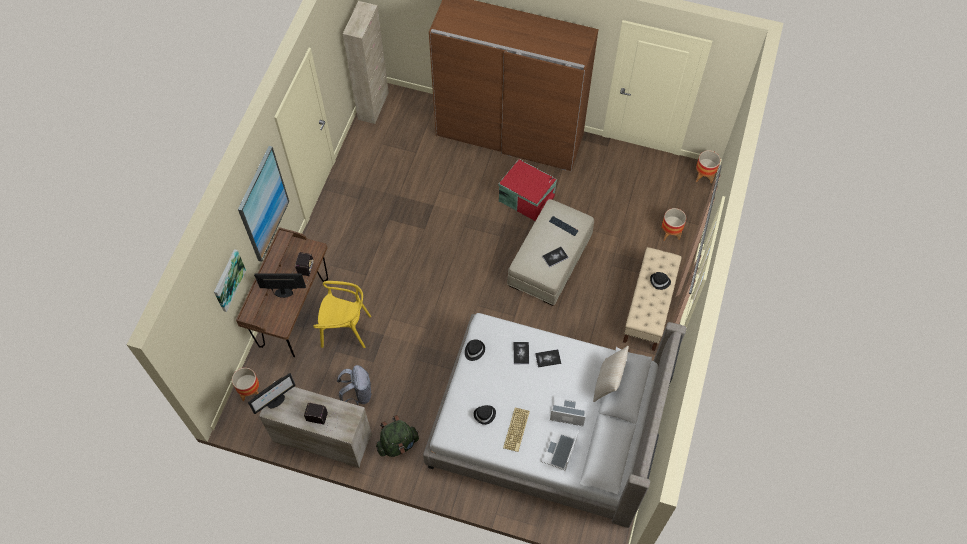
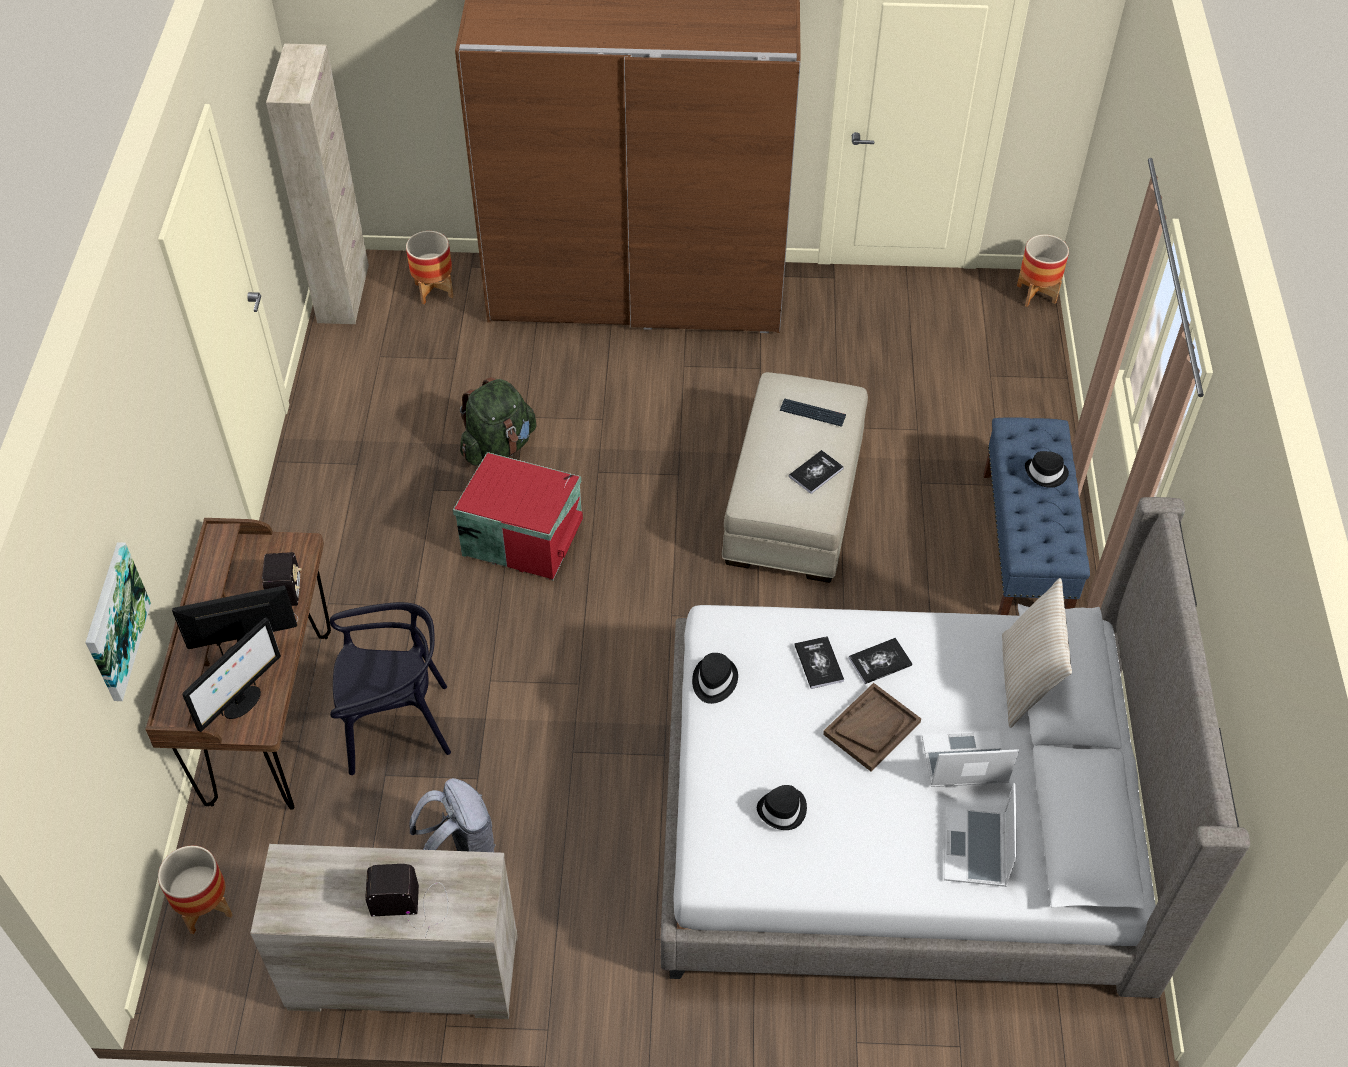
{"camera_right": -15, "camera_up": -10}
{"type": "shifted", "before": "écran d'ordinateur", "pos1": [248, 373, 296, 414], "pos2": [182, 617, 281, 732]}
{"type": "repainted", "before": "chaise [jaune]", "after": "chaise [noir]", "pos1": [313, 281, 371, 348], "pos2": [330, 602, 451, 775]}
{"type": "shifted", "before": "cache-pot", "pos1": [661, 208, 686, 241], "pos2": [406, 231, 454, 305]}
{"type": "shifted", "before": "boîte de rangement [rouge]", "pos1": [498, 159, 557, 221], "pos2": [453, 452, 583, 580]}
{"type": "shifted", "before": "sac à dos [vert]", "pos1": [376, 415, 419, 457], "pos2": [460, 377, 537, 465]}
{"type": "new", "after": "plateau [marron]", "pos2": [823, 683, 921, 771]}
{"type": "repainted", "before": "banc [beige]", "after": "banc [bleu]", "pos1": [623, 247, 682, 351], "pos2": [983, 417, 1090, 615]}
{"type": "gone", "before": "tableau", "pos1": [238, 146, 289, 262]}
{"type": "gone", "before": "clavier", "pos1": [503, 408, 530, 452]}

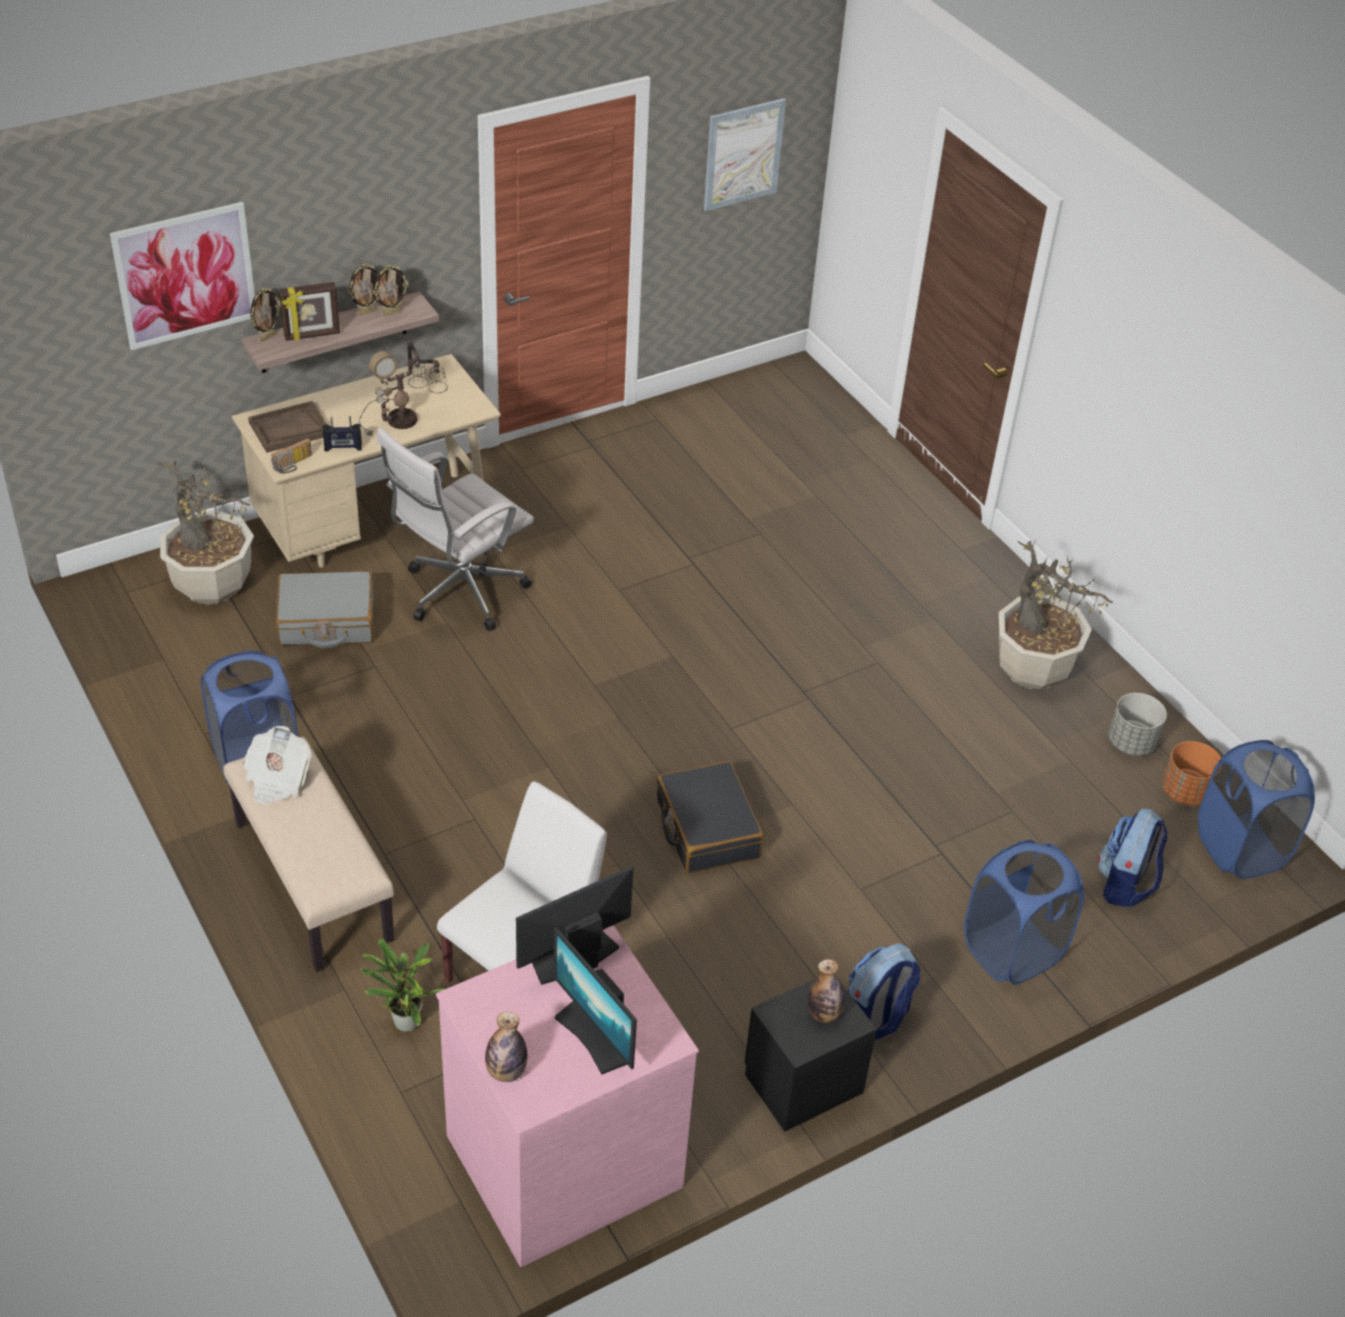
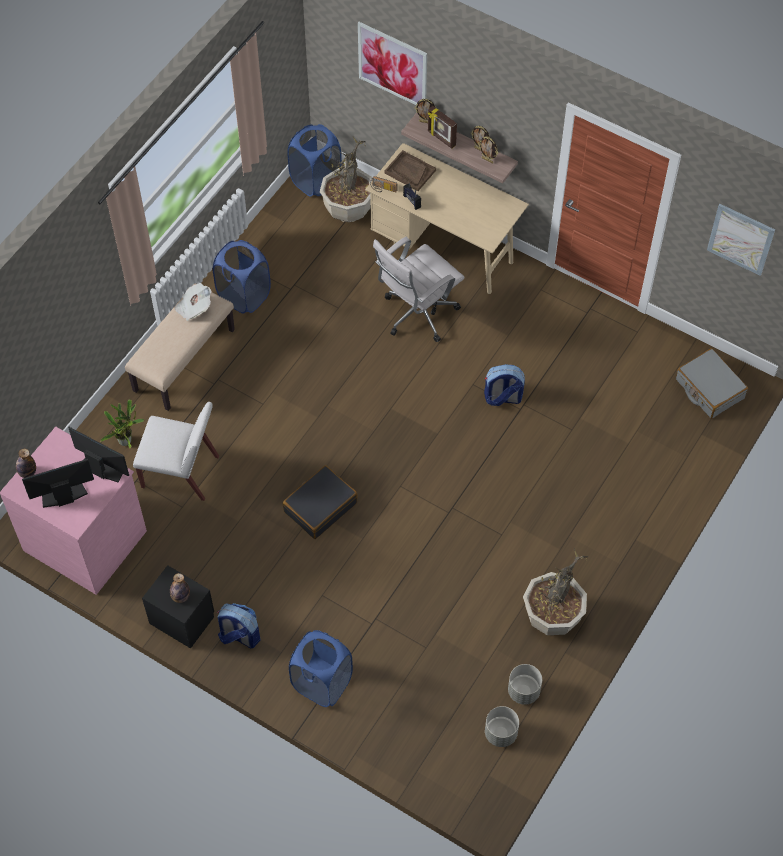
{"camera_right": 65, "camera_up": 15}
{"type": "rotated", "before": "écran d'ordinateur", "pos1": [553, 927, 637, 1074], "pos2": [22, 459, 94, 508], "turn": 45}
{"type": "shifted", "before": "panier à linge [bleu]", "pos1": [1198, 740, 1315, 879], "pos2": [287, 124, 342, 197]}
{"type": "rotated", "before": "chaise de bureau [blanc]", "pos1": [377, 427, 534, 631], "pos2": [373, 237, 464, 342], "turn": -60}
{"type": "shifted", "before": "sac à dos", "pos1": [1098, 808, 1168, 907], "pos2": [484, 364, 525, 406]}
{"type": "repainted", "before": "cache-pot [orange]", "after": "cache-pot [gris]", "pos1": [1162, 741, 1221, 806], "pos2": [485, 706, 519, 747]}
{"type": "shifted", "before": "valise [gris]", "pos1": [276, 571, 374, 648], "pos2": [676, 348, 748, 419]}
{"type": "gone", "before": "lampe de table", "pos1": [359, 340, 448, 436]}

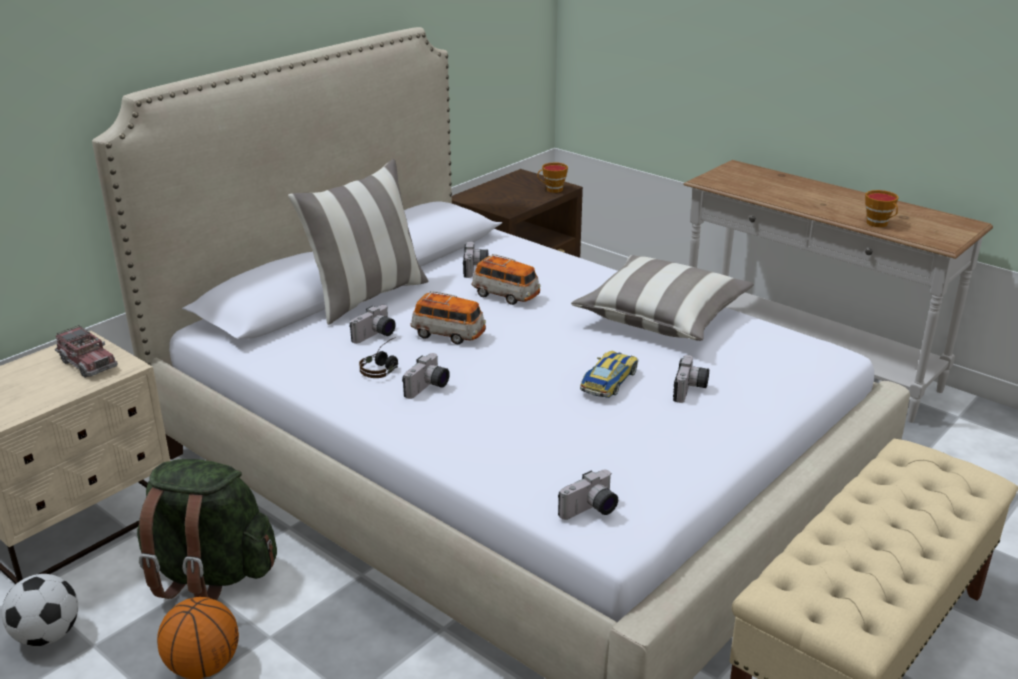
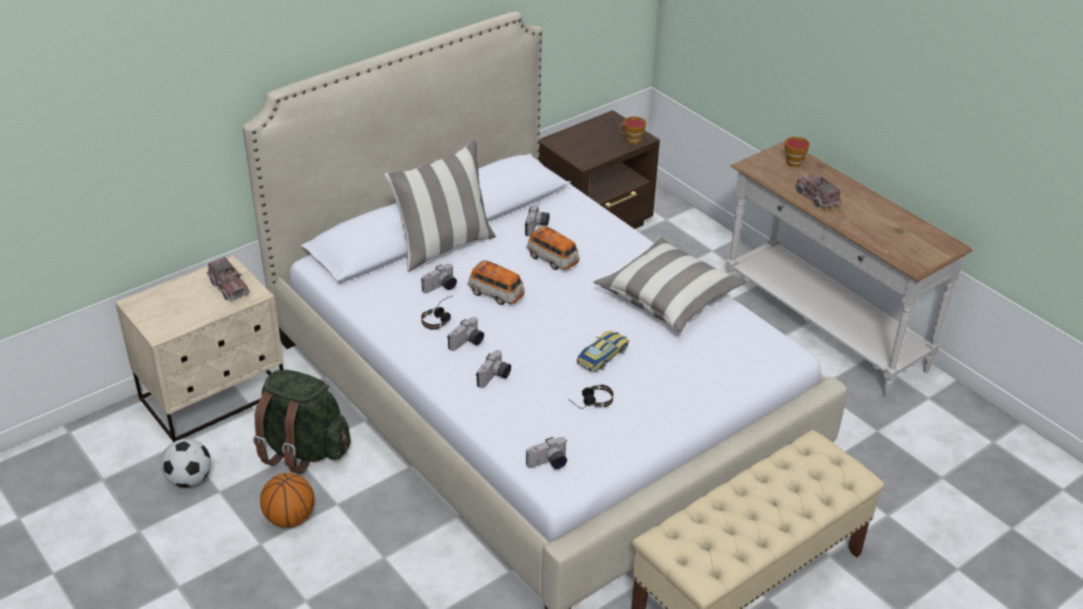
{"camera_right": 10, "camera_up": 10}
{"type": "shifted", "before": "appareil photo", "pos1": [673, 355, 709, 403], "pos2": [476, 350, 511, 388]}
{"type": "new", "after": "casque audio", "pos2": [568, 385, 613, 409]}
{"type": "shifted", "before": "tasse", "pos1": [865, 190, 899, 227], "pos2": [785, 137, 810, 167]}
{"type": "new", "after": "camion jouet", "pos2": [795, 174, 842, 208]}

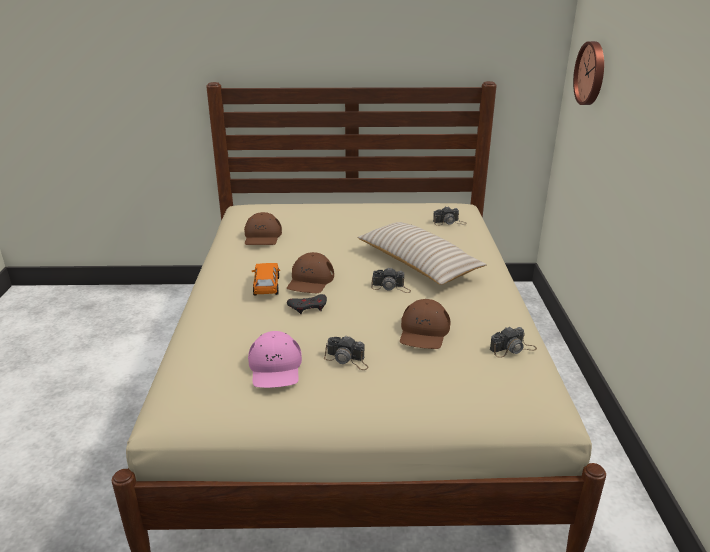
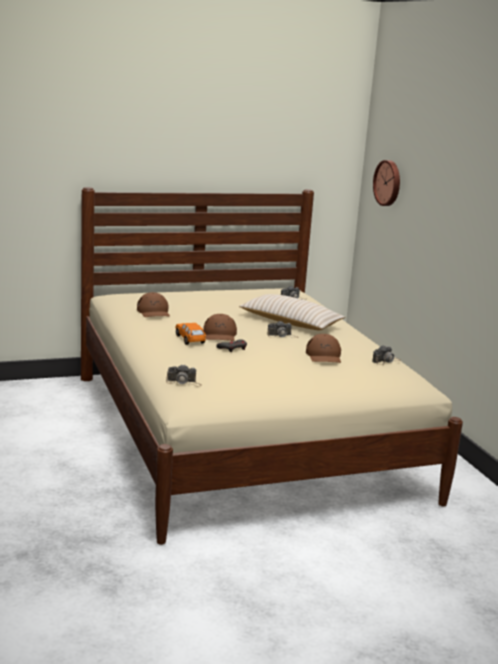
{"camera_right": -20, "camera_up": -10}
{"type": "shifted", "before": "appareil photo", "pos1": [324, 336, 368, 370], "pos2": [166, 365, 202, 386]}
{"type": "gone", "before": "casquette [rose]", "pos1": [248, 331, 302, 388]}

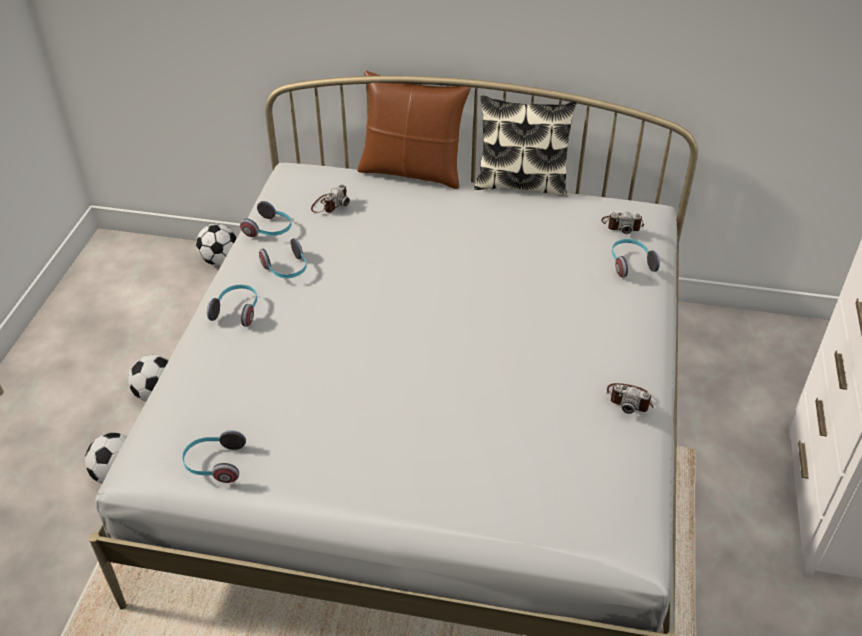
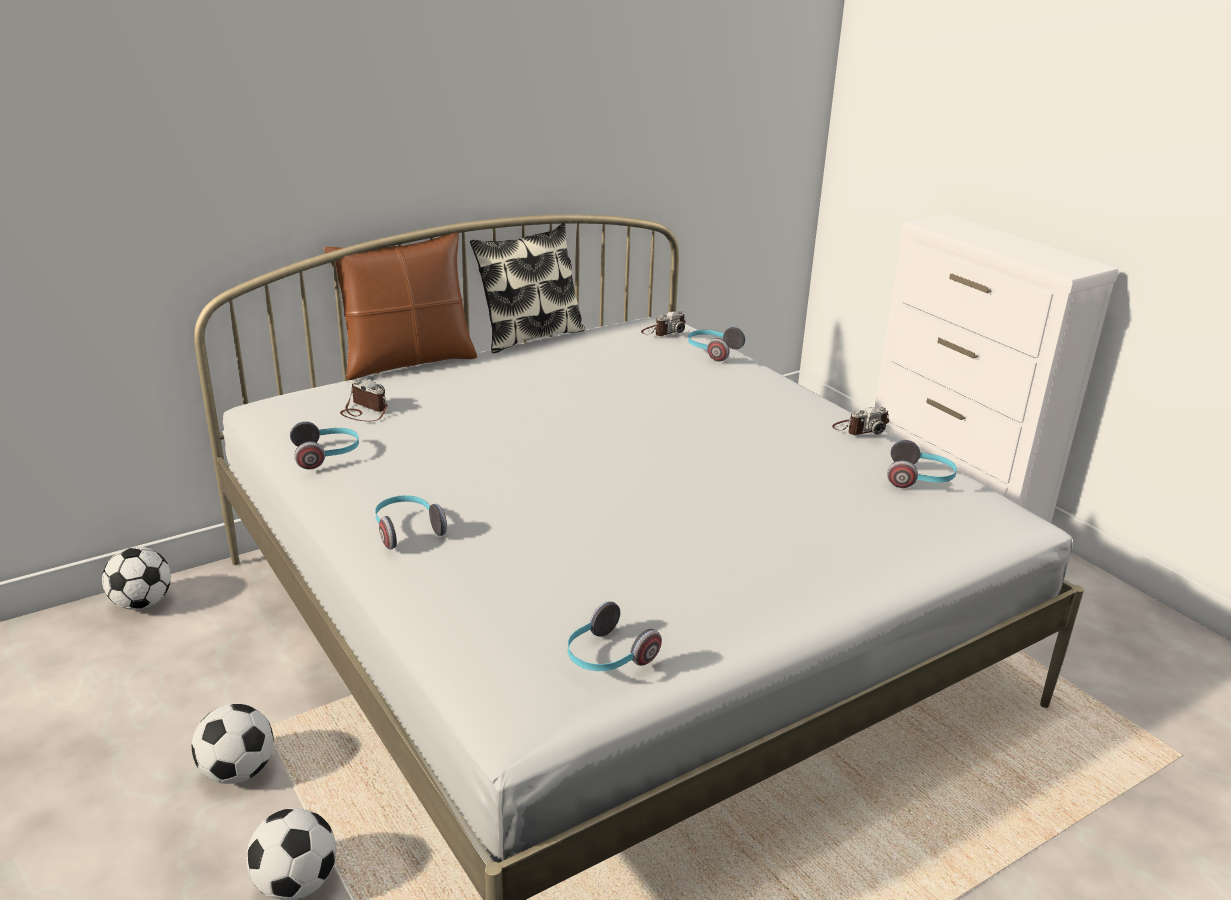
{"camera_right": -45, "camera_up": -15}
{"type": "rotated", "before": "appareil photo", "pos1": [311, 184, 350, 213], "pos2": [340, 379, 388, 421], "turn": -45}
{"type": "shifted", "before": "casque audio", "pos1": [259, 238, 307, 278], "pos2": [887, 440, 957, 488]}

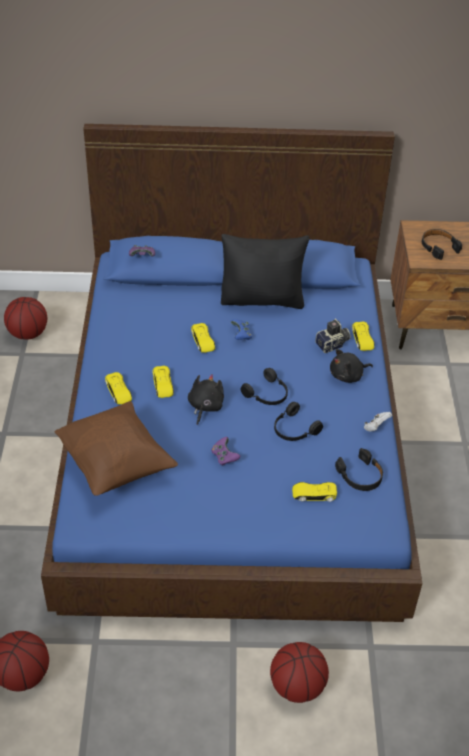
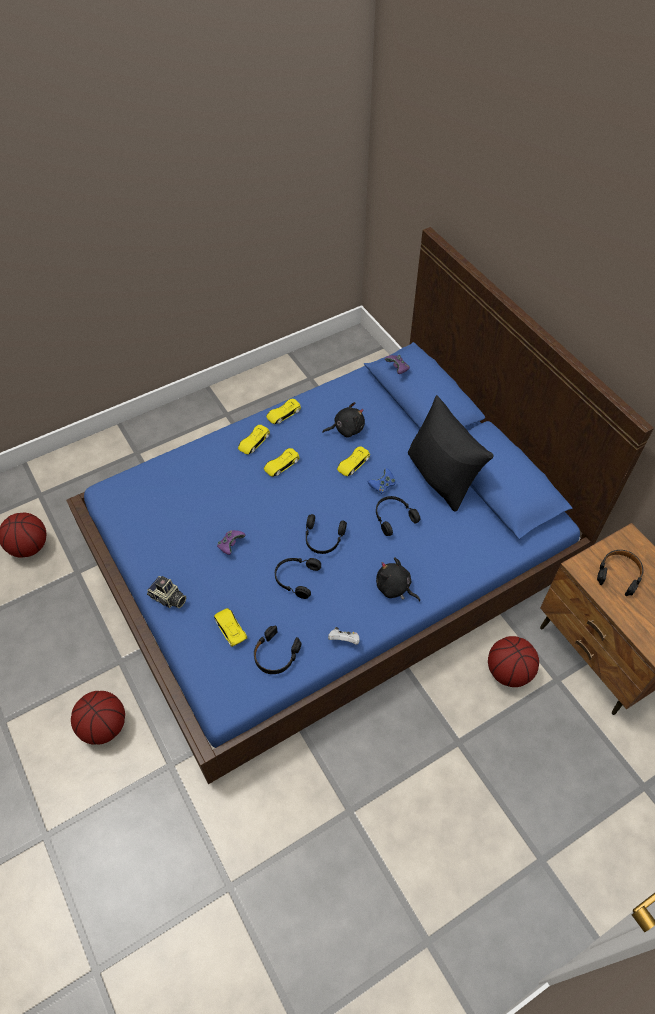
{"camera_right": 60, "camera_up": 10}
{"type": "shifted", "before": "appareil photo", "pos1": [315, 318, 351, 353], "pos2": [147, 576, 186, 608]}
{"type": "shifted", "before": "petite voiture [jaune]", "pos1": [352, 322, 374, 351], "pos2": [266, 399, 301, 425]}
{"type": "shifted", "before": "peluche [noir]", "pos1": [188, 374, 224, 425], "pos2": [322, 402, 365, 438]}
{"type": "new", "after": "casque audio [noir]", "pos2": [376, 496, 420, 536]}
{"type": "shifted", "before": "ballon de basket", "pos1": [4, 297, 47, 340], "pos2": [488, 636, 539, 687]}
{"type": "gone", "before": "coussin [marron]", "pos1": [55, 401, 178, 496]}

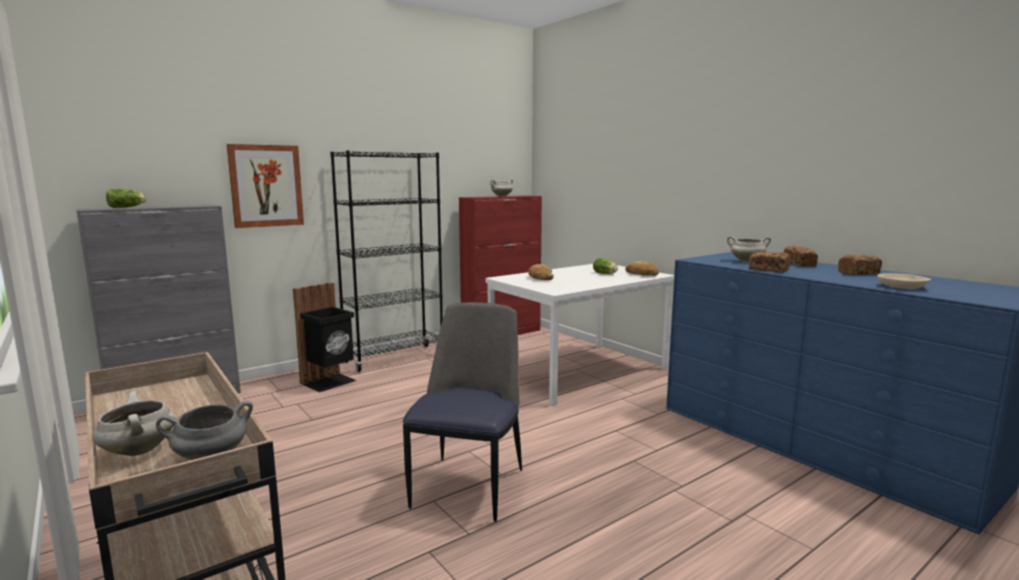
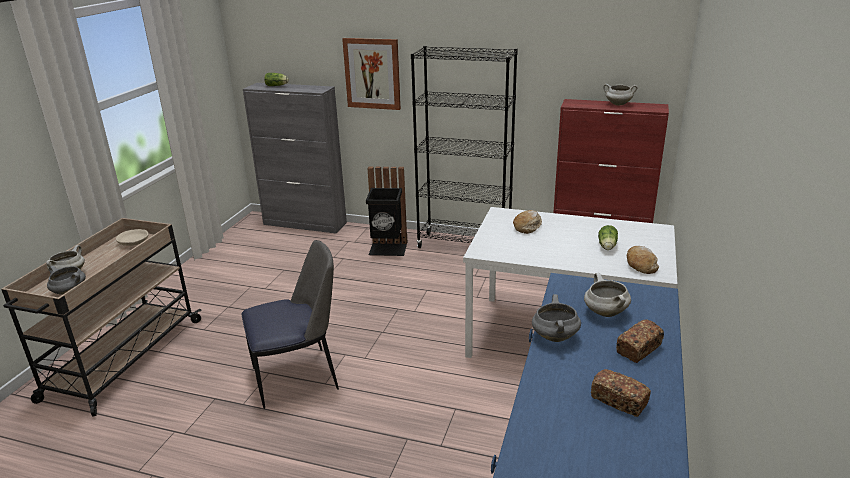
{"camera_right": 55, "camera_up": 15}
{"type": "shifted", "before": "bol [beige]", "pos1": [877, 273, 931, 289], "pos2": [116, 229, 149, 246]}
{"type": "swapped", "before": "pain", "after": "marmite [gris]", "pos1": [749, 252, 790, 272], "pos2": [532, 294, 581, 342]}

